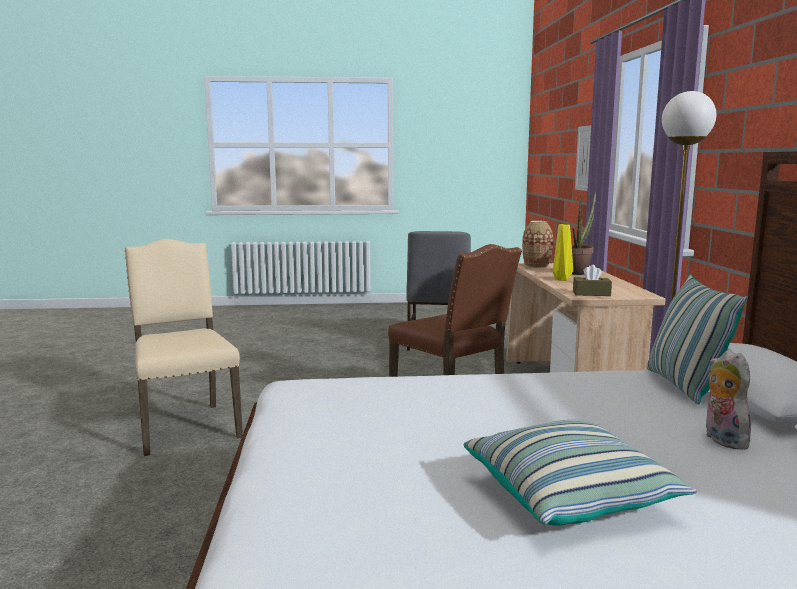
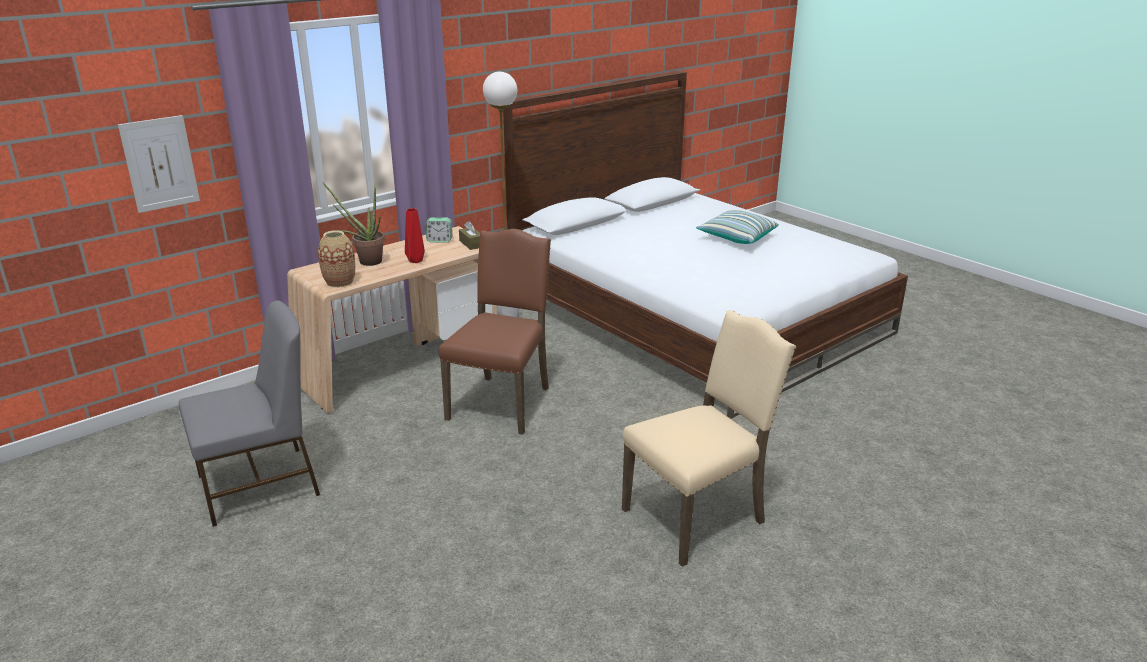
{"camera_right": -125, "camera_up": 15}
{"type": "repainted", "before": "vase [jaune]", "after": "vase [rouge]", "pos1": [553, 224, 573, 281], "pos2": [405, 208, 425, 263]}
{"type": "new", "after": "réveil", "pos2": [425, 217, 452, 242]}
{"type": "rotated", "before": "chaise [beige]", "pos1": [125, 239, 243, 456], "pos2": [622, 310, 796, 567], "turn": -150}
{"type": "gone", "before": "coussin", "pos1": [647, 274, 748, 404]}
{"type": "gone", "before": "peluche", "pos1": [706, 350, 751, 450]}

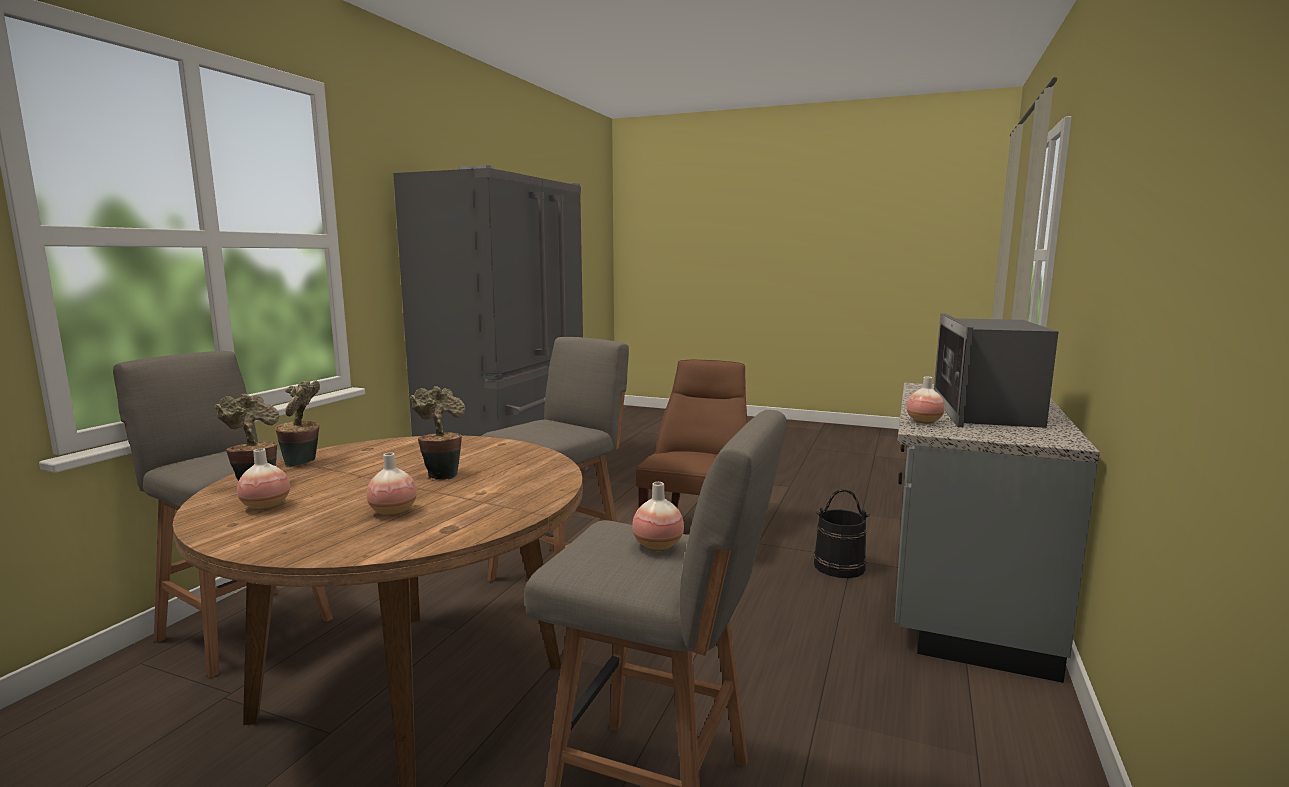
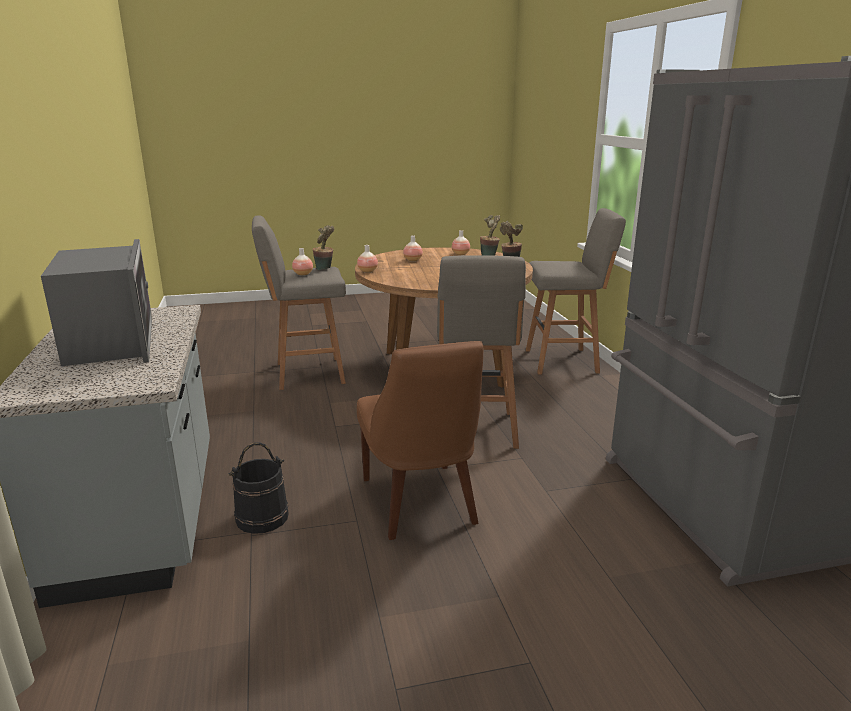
{"camera_right": 145, "camera_up": 10}
{"type": "shifted", "before": "plante en pot", "pos1": [410, 386, 465, 480], "pos2": [313, 225, 334, 270]}
{"type": "shifted", "before": "vase", "pos1": [906, 376, 945, 424], "pos2": [357, 245, 378, 273]}

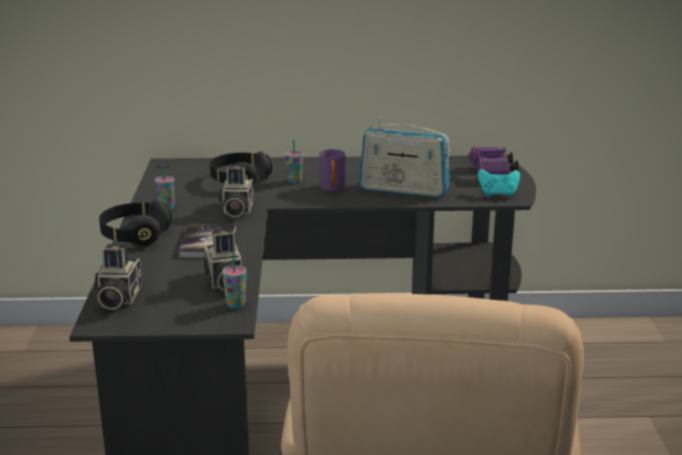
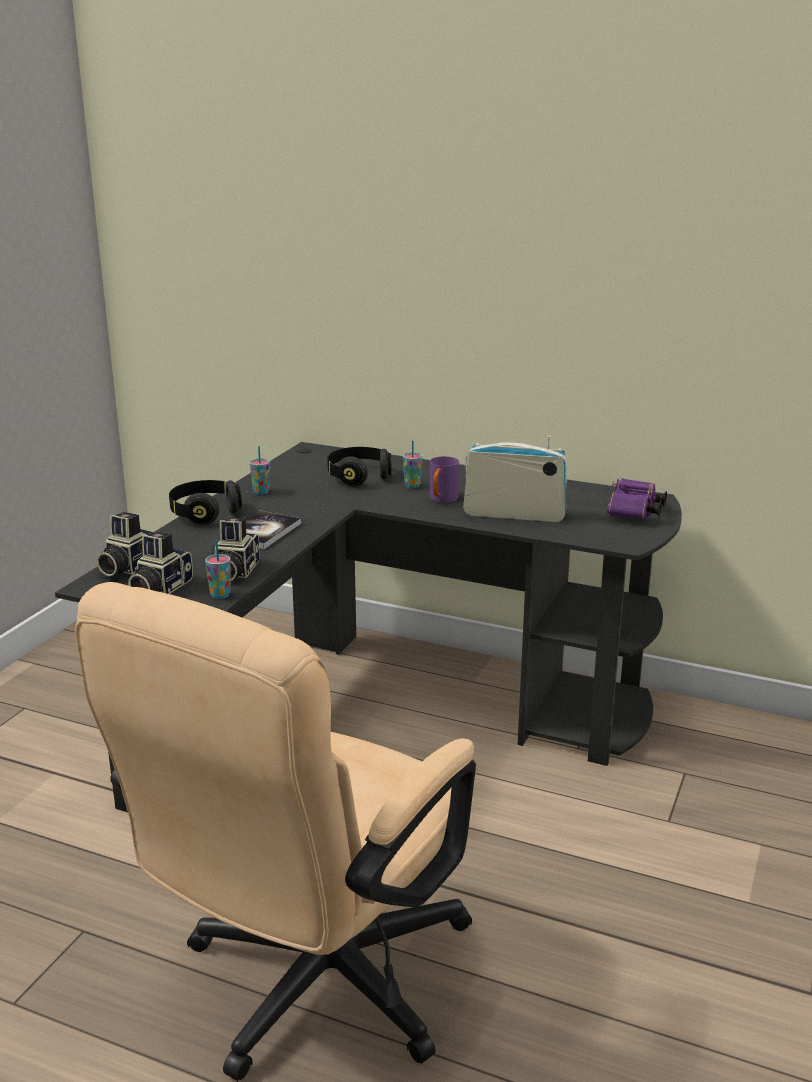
{"camera_right": 25, "camera_up": 0}
{"type": "shifted", "before": "appareil photo", "pos1": [219, 165, 253, 217], "pos2": [128, 531, 193, 594]}
{"type": "rotated", "before": "radio", "pos1": [359, 117, 450, 198], "pos2": [463, 435, 568, 522], "turn": 150}
{"type": "gone", "before": "manette [turquoise]", "pos1": [478, 169, 520, 197]}

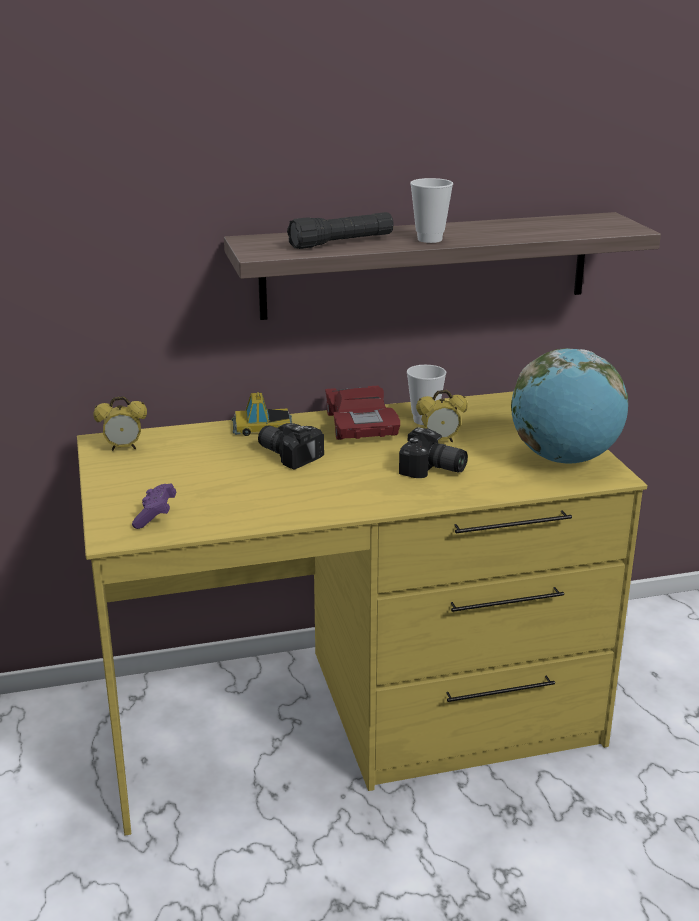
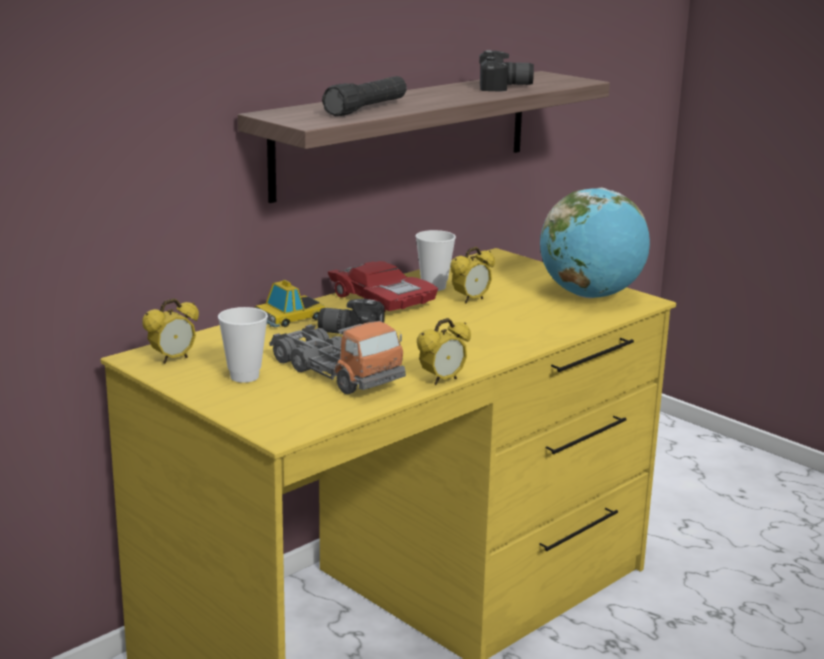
{"camera_right": -30, "camera_up": -5}
{"type": "shifted", "before": "tasse", "pos1": [410, 178, 453, 243], "pos2": [218, 307, 268, 383]}
{"type": "new", "after": "camion jouet", "pos2": [270, 321, 406, 394]}
{"type": "new", "after": "réveil", "pos2": [417, 318, 471, 385]}
{"type": "shifted", "before": "appareil photo", "pos1": [399, 427, 468, 478], "pos2": [479, 50, 534, 92]}
{"type": "gone", "before": "manette [violet]", "pos1": [132, 484, 176, 529]}

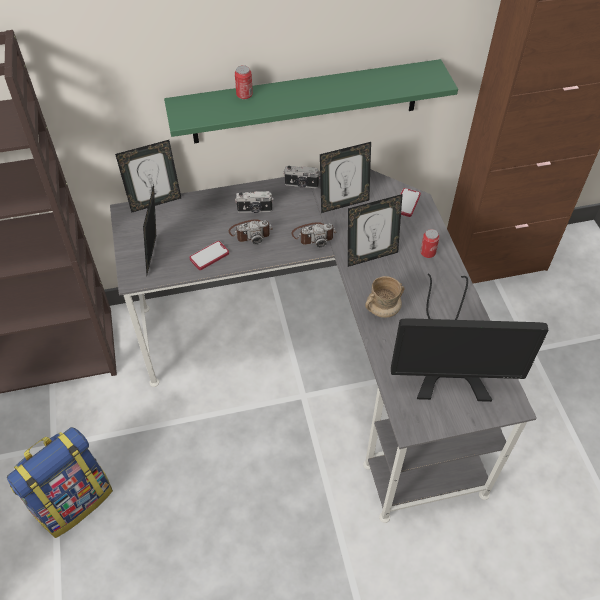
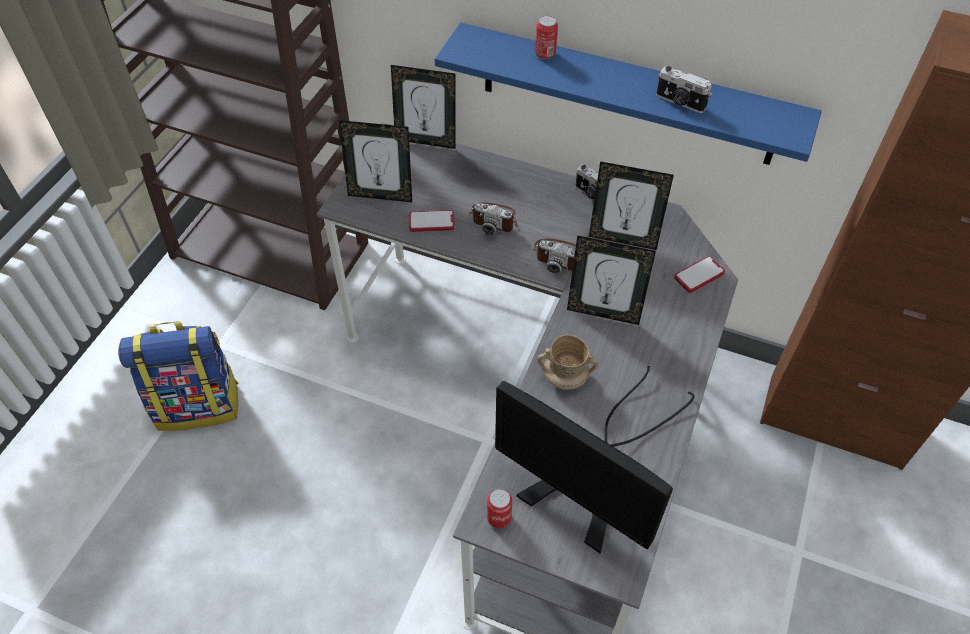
{"camera_right": 35, "camera_up": 0}
{"type": "rotated", "before": "cadre photo", "pos1": [143, 185, 156, 275], "pos2": [339, 120, 412, 202], "turn": -120}
{"type": "repainted", "before": "étagère [vert]", "after": "étagère [bleu]", "pos1": [164, 59, 458, 143], "pos2": [435, 22, 822, 165]}
{"type": "shifted", "before": "boîte métallique", "pos1": [420, 229, 440, 258], "pos2": [487, 489, 512, 528]}
{"type": "shifted", "before": "appareil photo", "pos1": [235, 191, 274, 213], "pos2": [656, 66, 712, 113]}

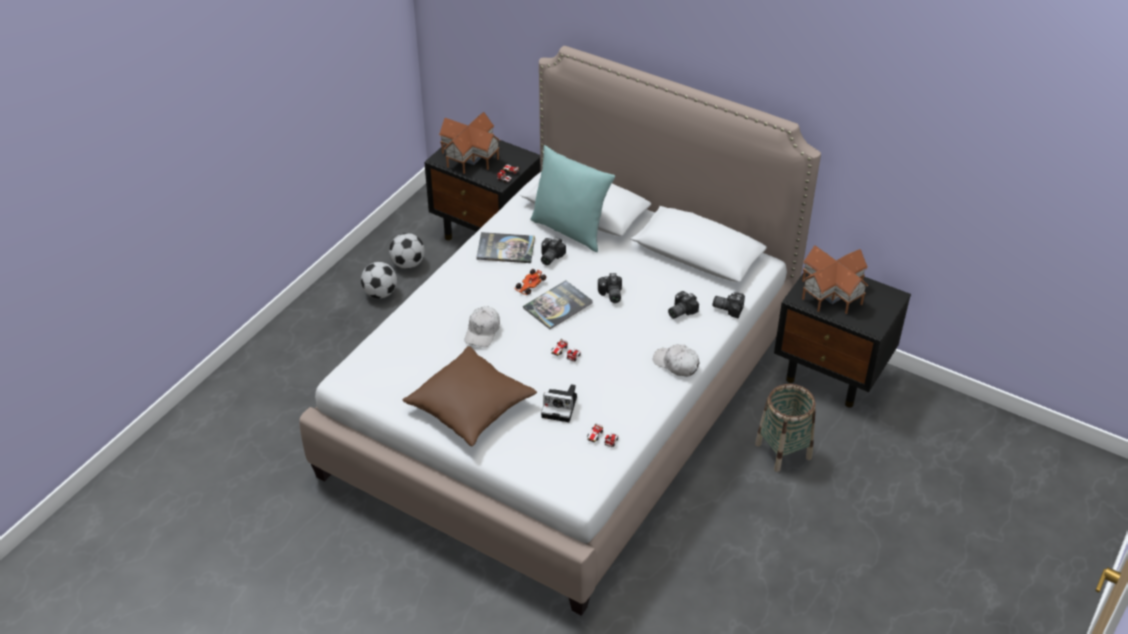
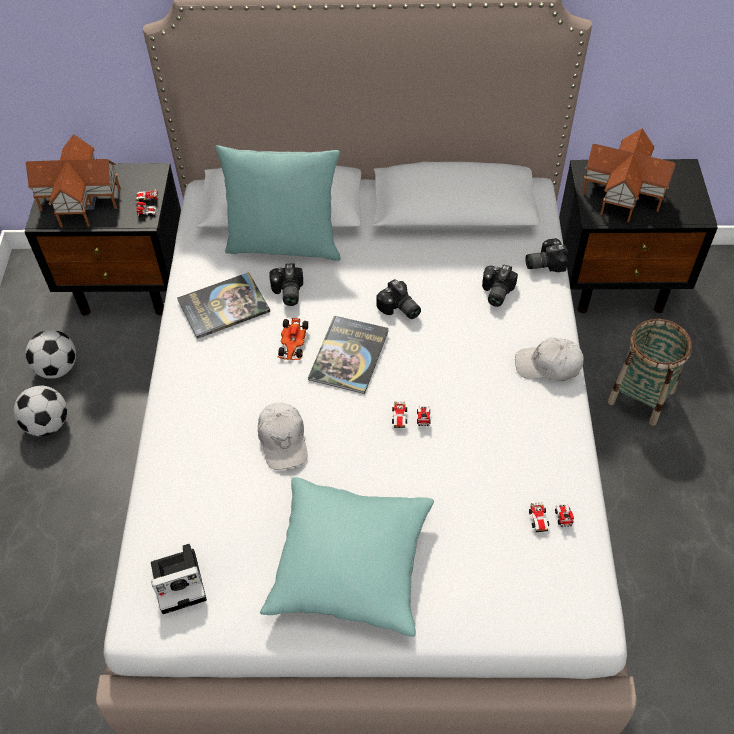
{"camera_right": -30, "camera_up": 10}
{"type": "shifted", "before": "appareil photo", "pos1": [541, 384, 577, 422], "pos2": [151, 544, 207, 614]}
{"type": "repainted", "before": "coussin [marron]", "after": "coussin [turquoise]", "pos1": [402, 346, 537, 446], "pos2": [260, 477, 434, 637]}

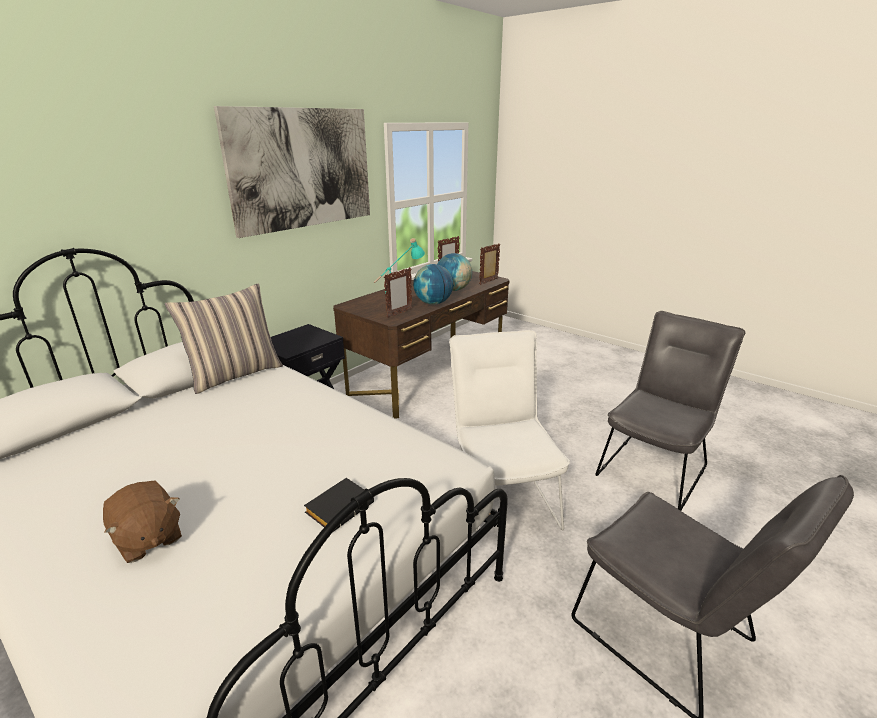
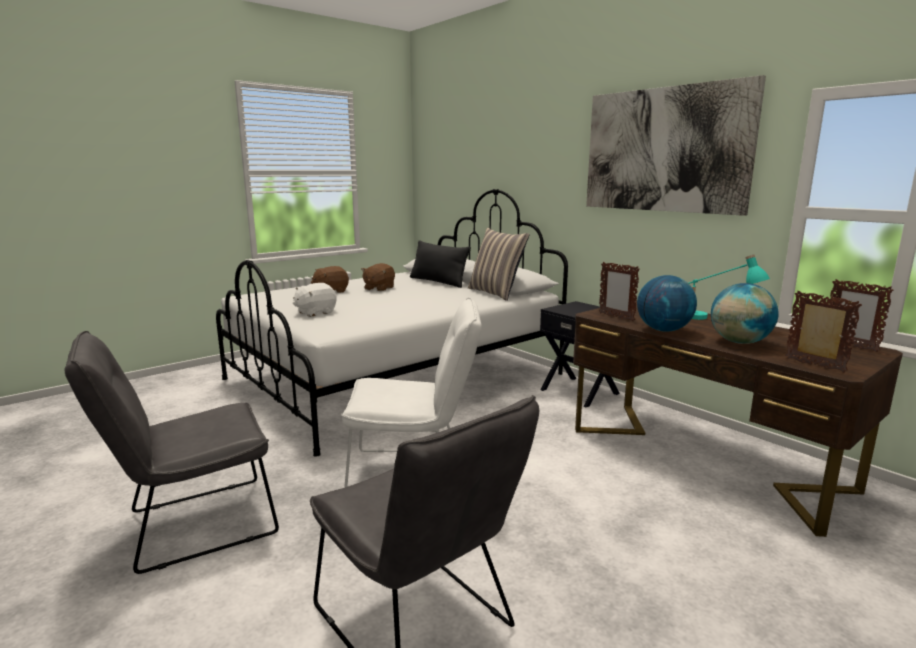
{"camera_right": 100, "camera_up": -10}
{"type": "swapped", "before": "livre [noir]", "after": "peluche [blanc]", "pos1": [304, 478, 374, 532], "pos2": [293, 283, 337, 317]}
{"type": "new", "after": "peluche [marron]", "pos2": [361, 263, 395, 291]}
{"type": "new", "after": "coussin [noir]", "pos2": [410, 240, 471, 288]}

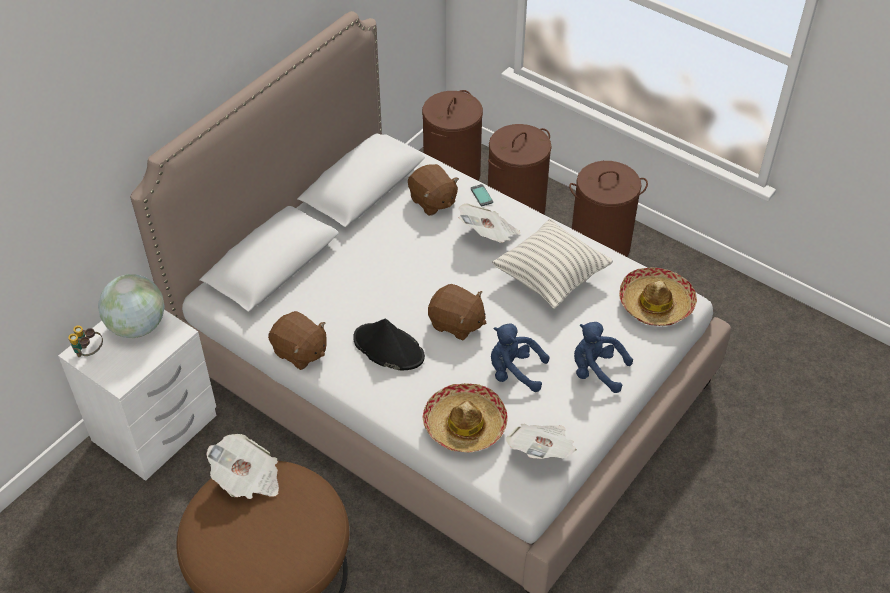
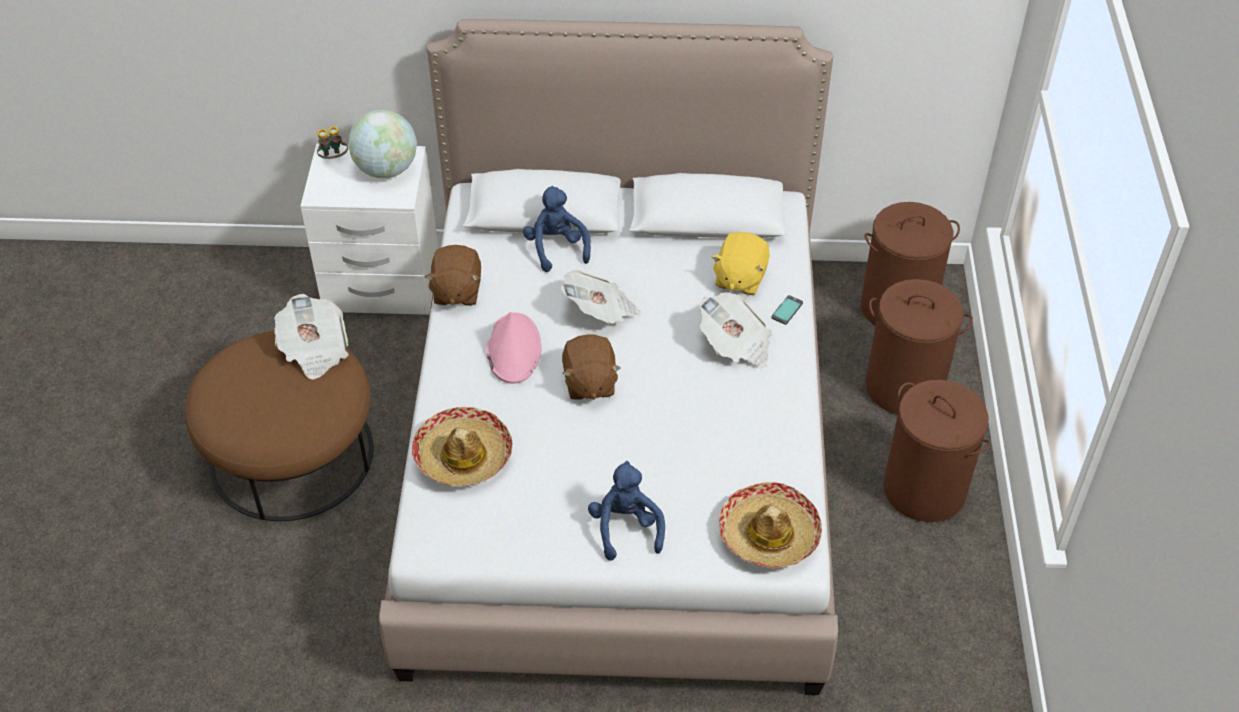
{"camera_right": 55, "camera_up": 0}
{"type": "repainted", "before": "chapeau [noir]", "after": "chapeau [rose]", "pos1": [353, 319, 425, 371], "pos2": [486, 312, 542, 384]}
{"type": "shifted", "before": "peluche [bleu]", "pos1": [491, 323, 549, 392], "pos2": [523, 186, 591, 272]}
{"type": "shifted", "before": "journal", "pos1": [506, 424, 577, 459], "pos2": [560, 270, 641, 324]}
{"type": "repainted", "before": "peluche [marron]", "after": "peluche [jaune]", "pos1": [408, 164, 459, 216], "pos2": [711, 232, 770, 295]}
{"type": "gone", "before": "coussin", "pos1": [492, 219, 613, 309]}

